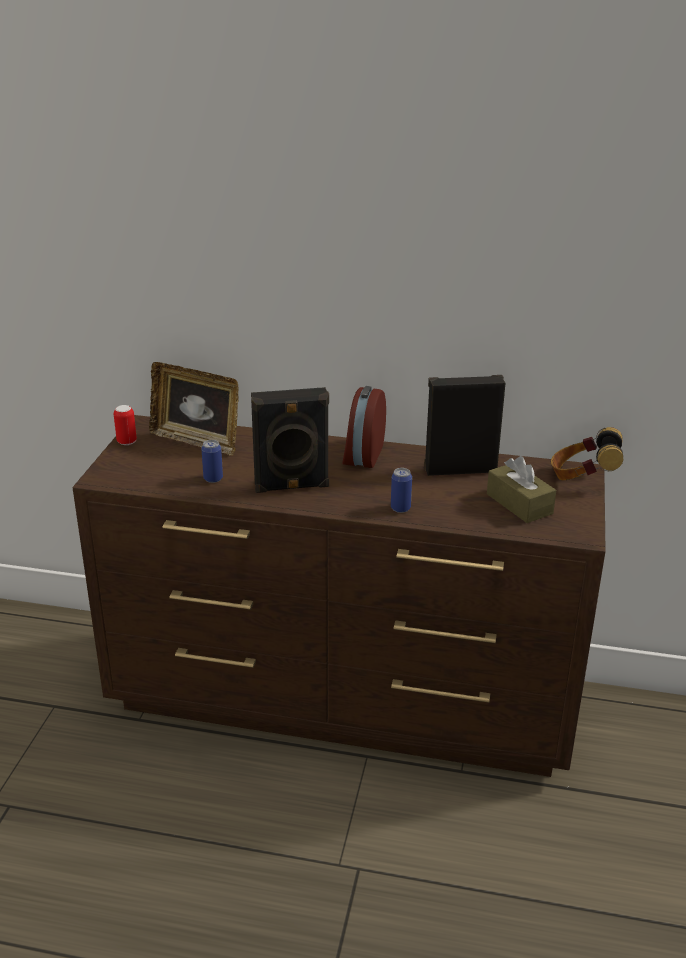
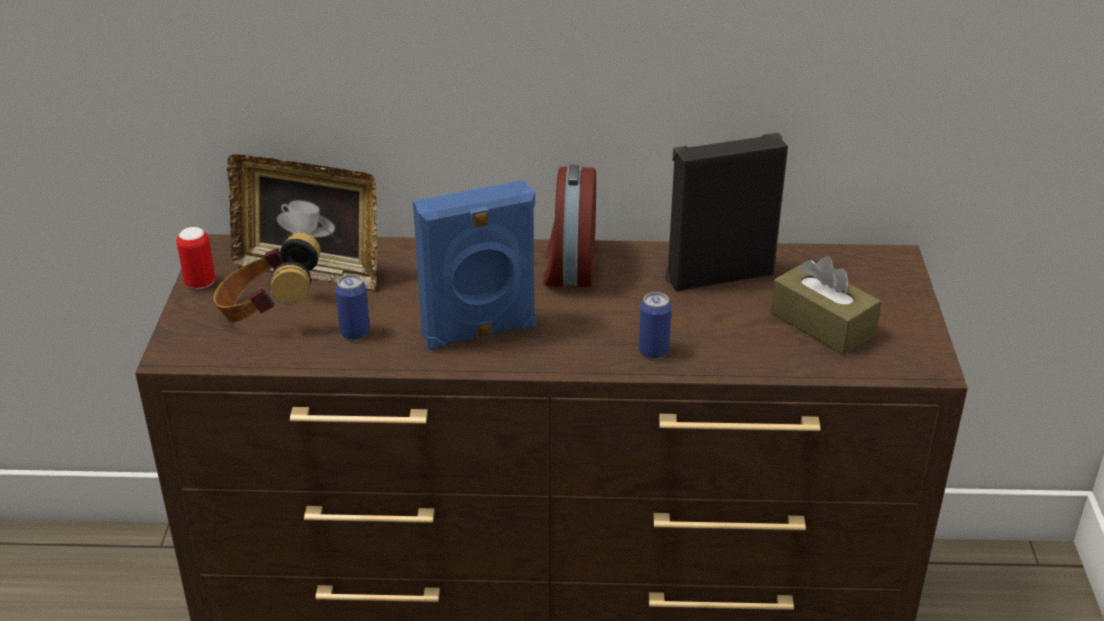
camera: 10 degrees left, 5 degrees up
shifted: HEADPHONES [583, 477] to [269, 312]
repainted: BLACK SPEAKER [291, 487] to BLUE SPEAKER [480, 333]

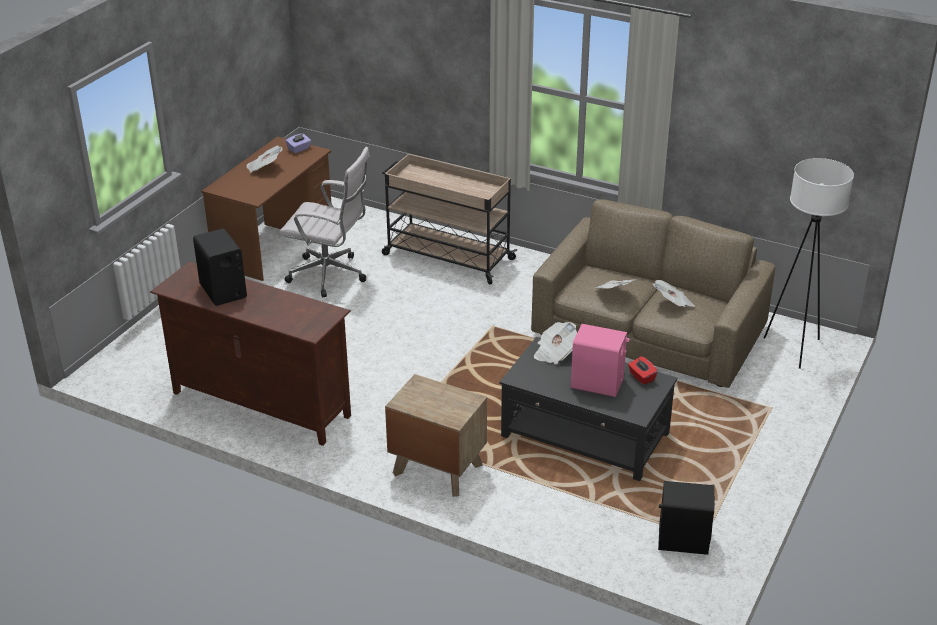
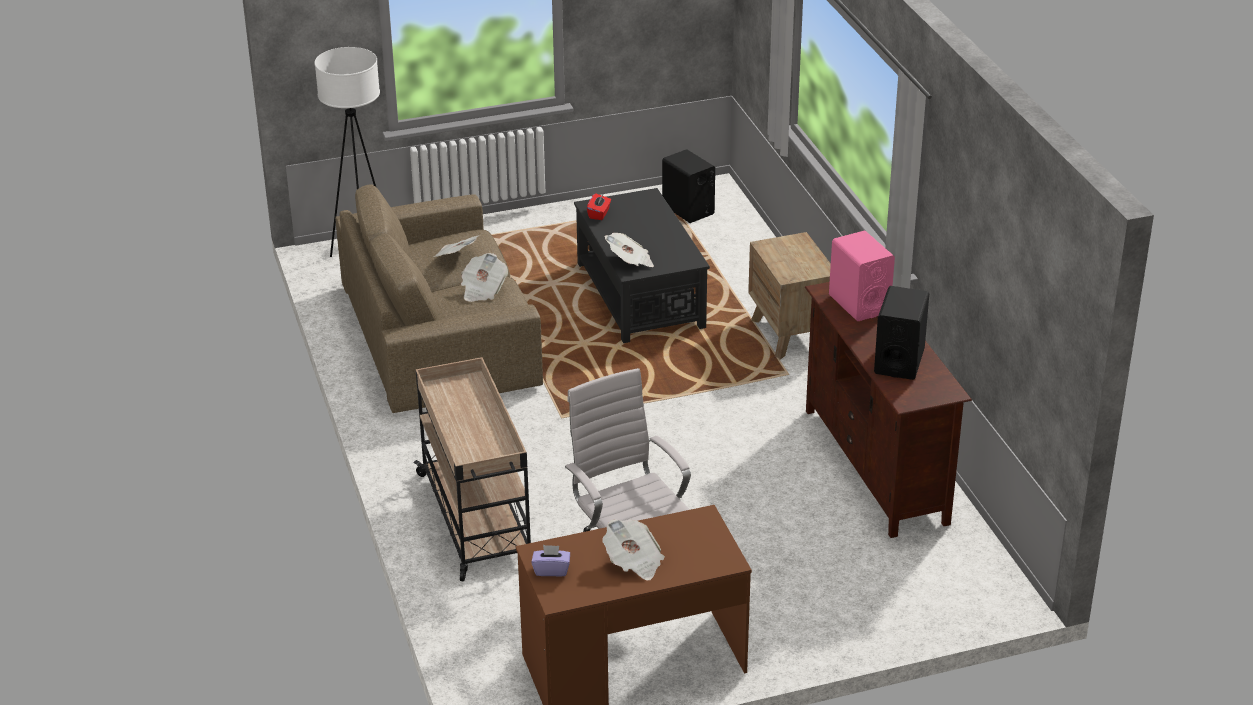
camera: 135 degrees left, 0 degrees up
shifted: PINK SPEAKER [597, 383] to [859, 304]

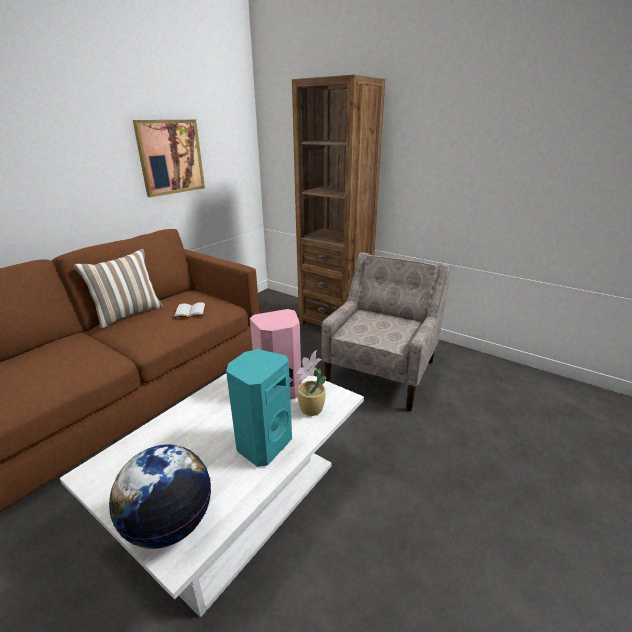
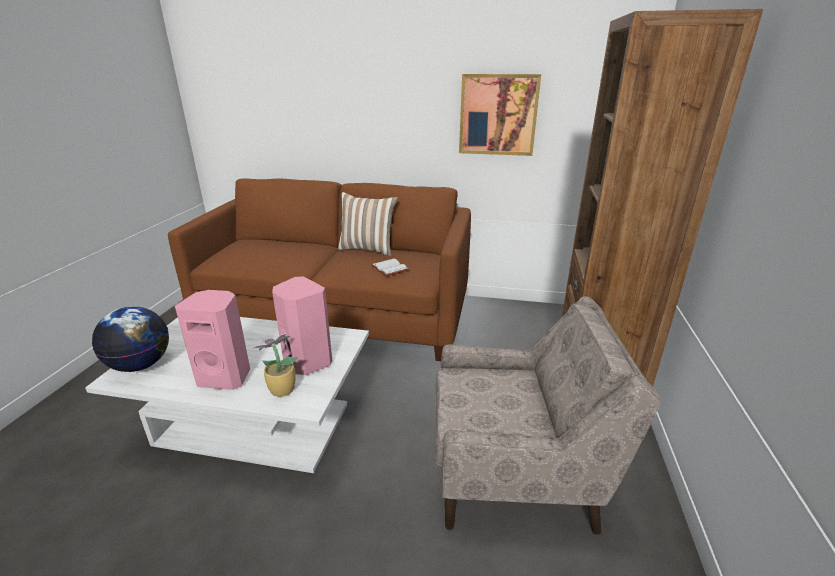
camera: 65 degrees right, 0 degrees up
repainted: TURQUOISE SPEAKER [262, 444] to PINK SPEAKER [226, 377]

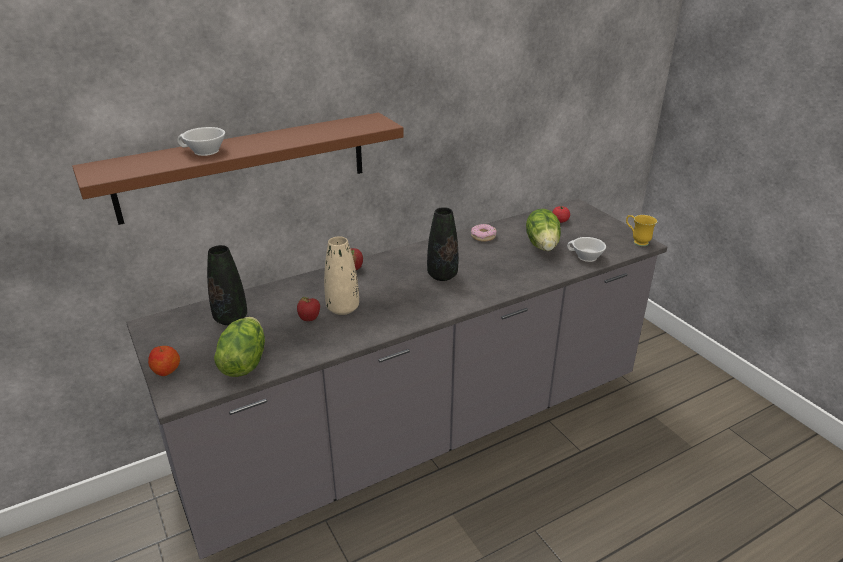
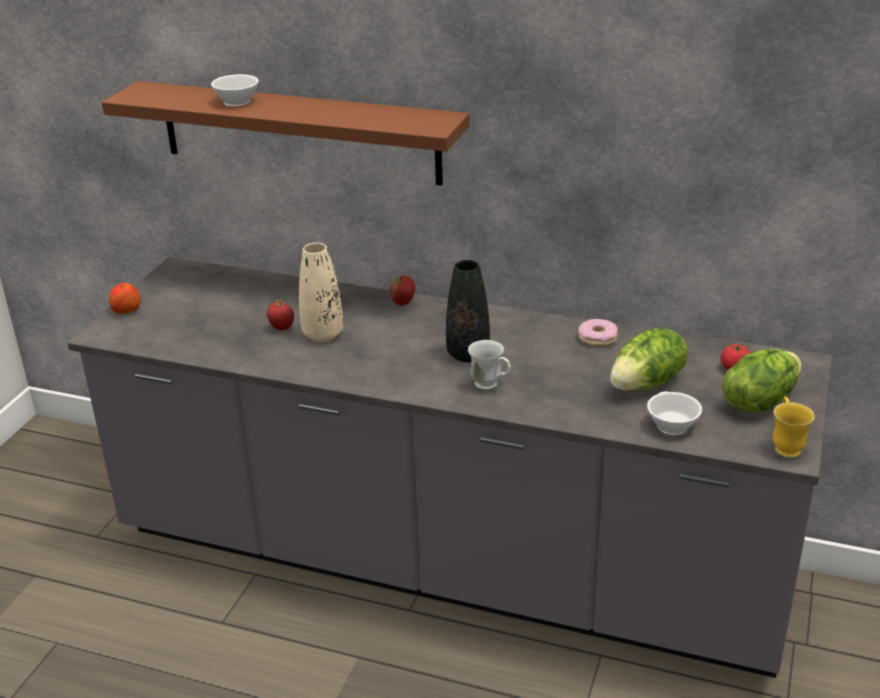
camera: 50 degrees right, 0 degrees up
gone: BLACK VASE [231, 319]
new: WHITE MUG [491, 386]
shifted: LETTUCE [243, 363] to [759, 401]

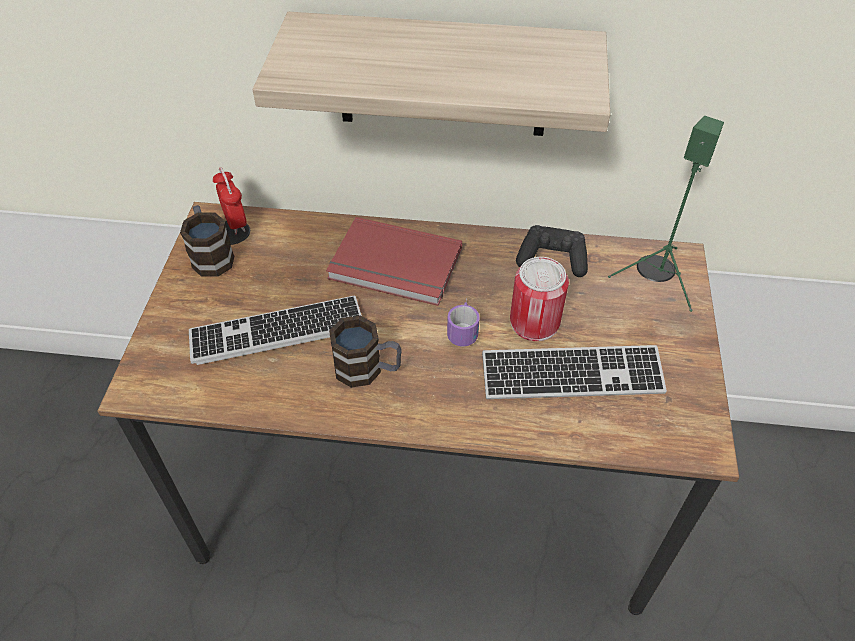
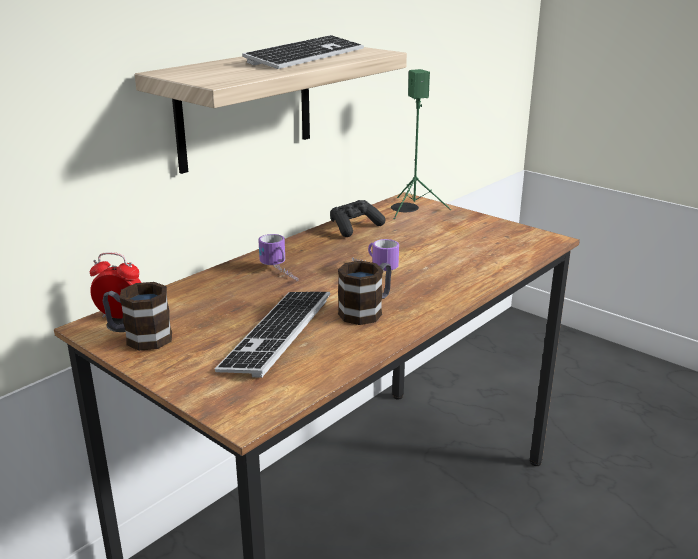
camera: 55 degrees left, 25 degrees down
gone: CAN [534, 322]
shifted: KEYBOARD [572, 375] to [306, 56]
swapped: RED BOOK [395, 267] to MUG [281, 273]

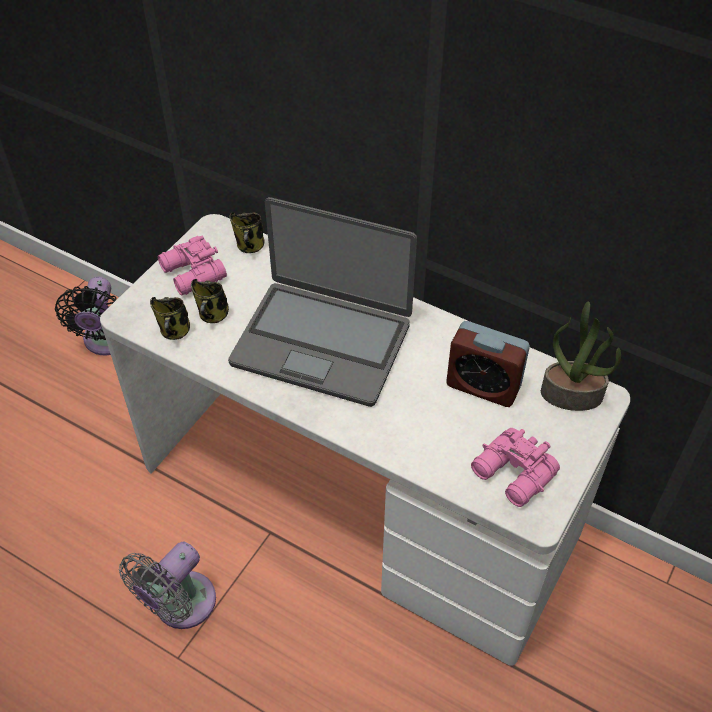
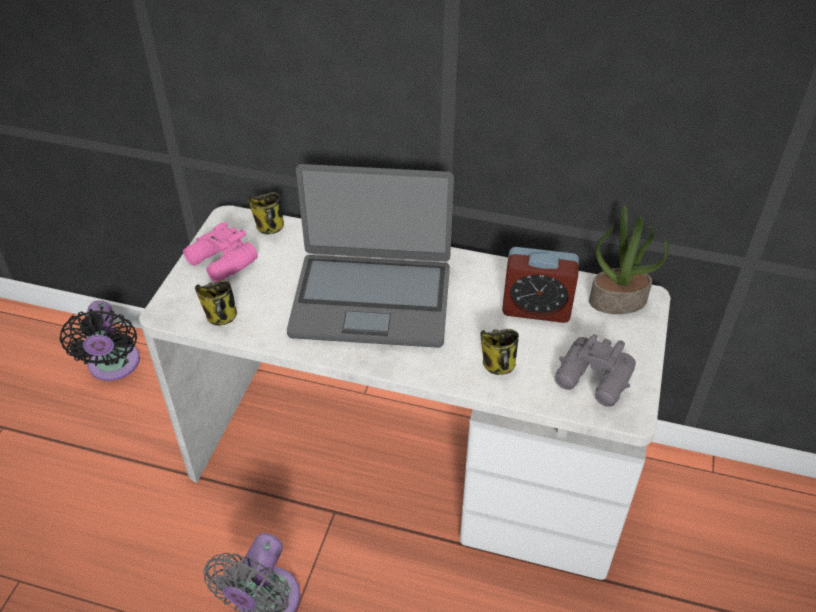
camera: 15 degrees left, 5 degrees down
shifted: MUG [213, 315] to [499, 366]
repainted: PINK BINOCULARS [513, 475] to GREY BINOCULARS [594, 380]

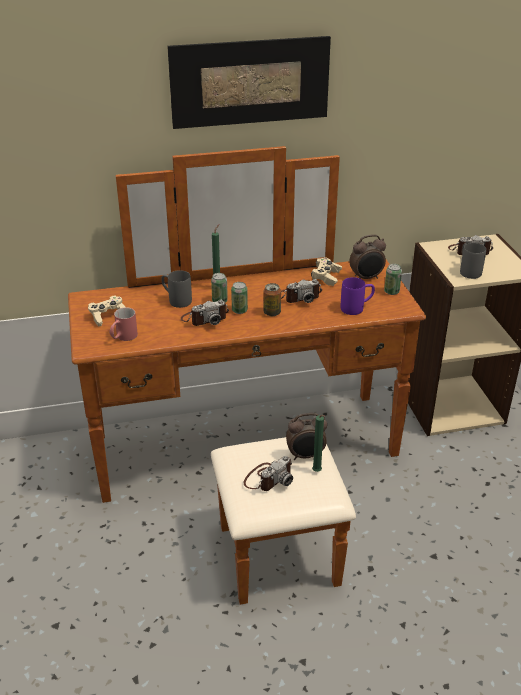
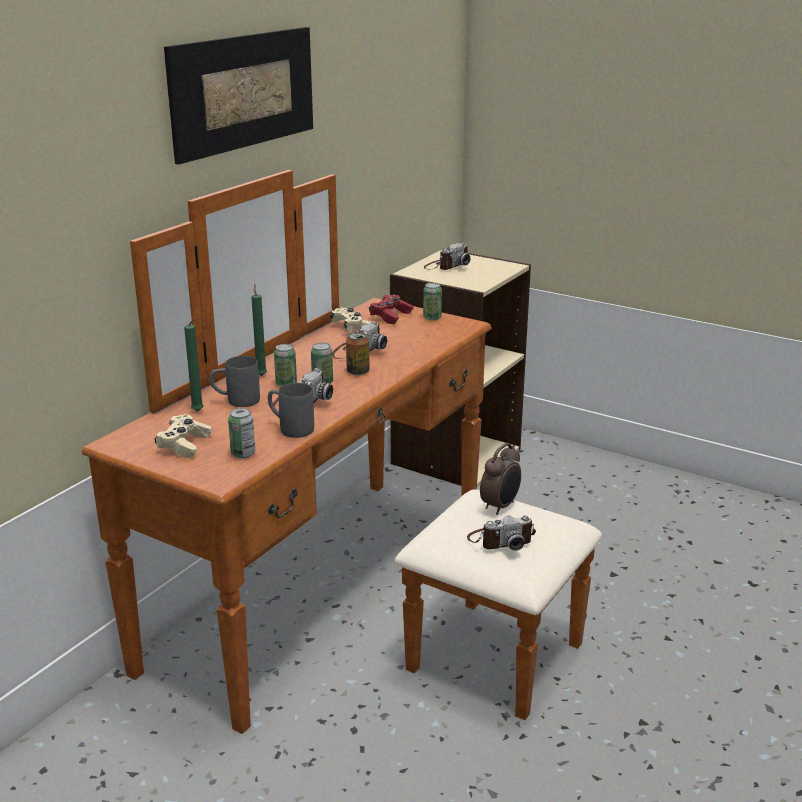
camera: 45 degrees left, 10 degrees down
gone: PURPLE MUG [357, 308]
shifted: GREY MUG [468, 270] to [290, 428]; GREEN CANDLE [317, 472] to [199, 411]
swapped: ALARM CLOCK [366, 278] to RED GAME CONTROLLER [390, 316]; RED MUG [123, 338] to CAN [243, 454]
rotated: PHOTO CAMERA [268, 478] = [501, 540] 75 degrees clockwise

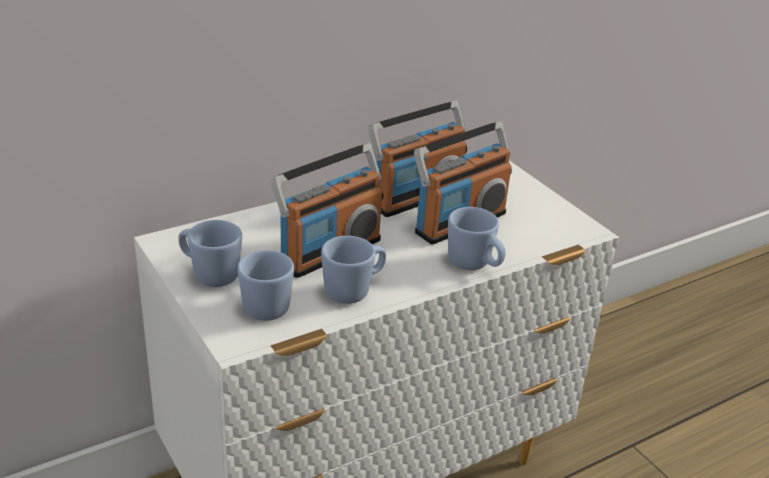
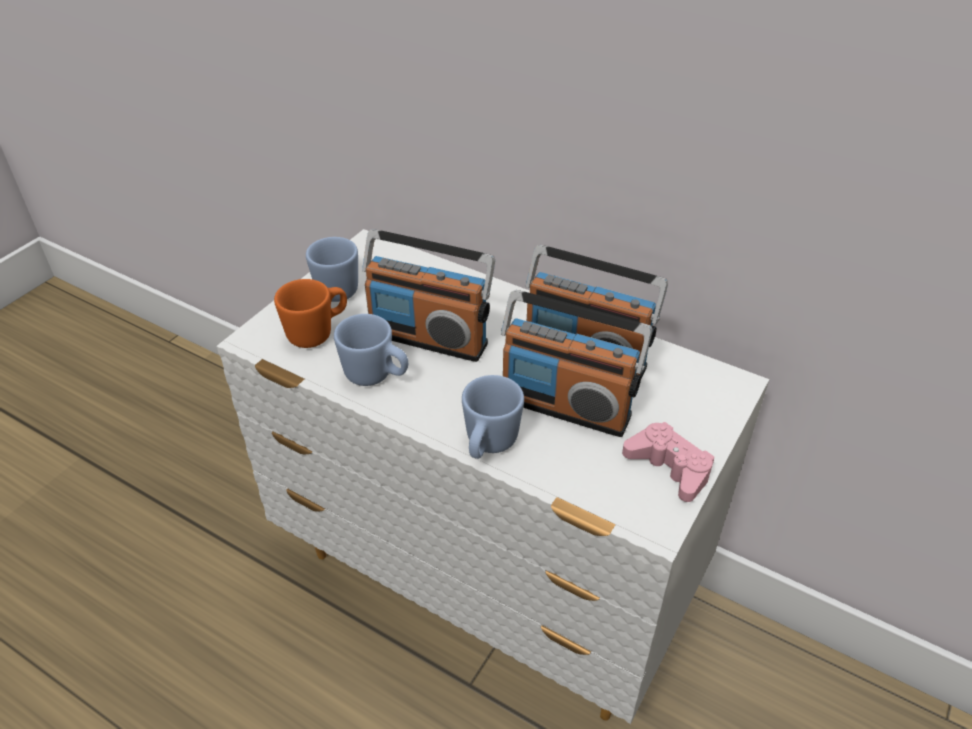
camera: 65 degrees right, 10 degrees up
new: PINK GAME CONTROLLER [669, 467]
repainted: BLUE MUG [266, 304] to ORANGE MUG [317, 333]

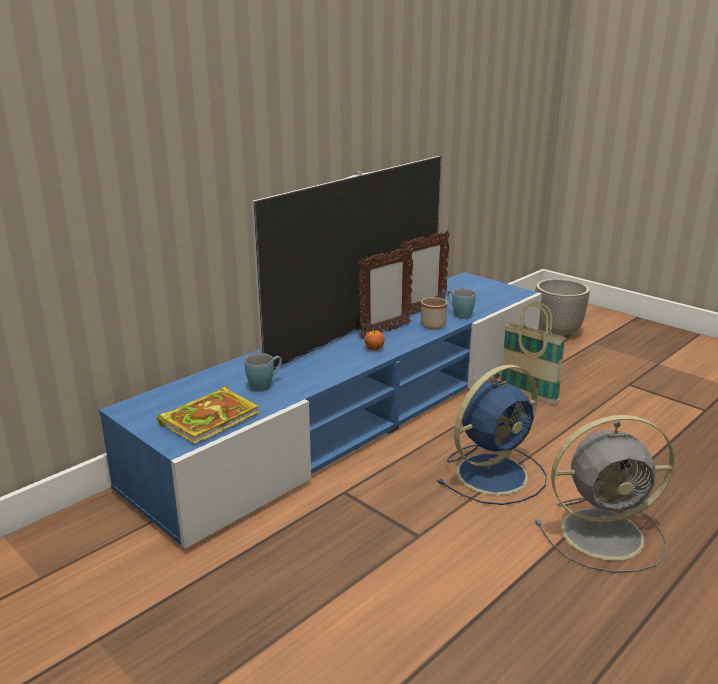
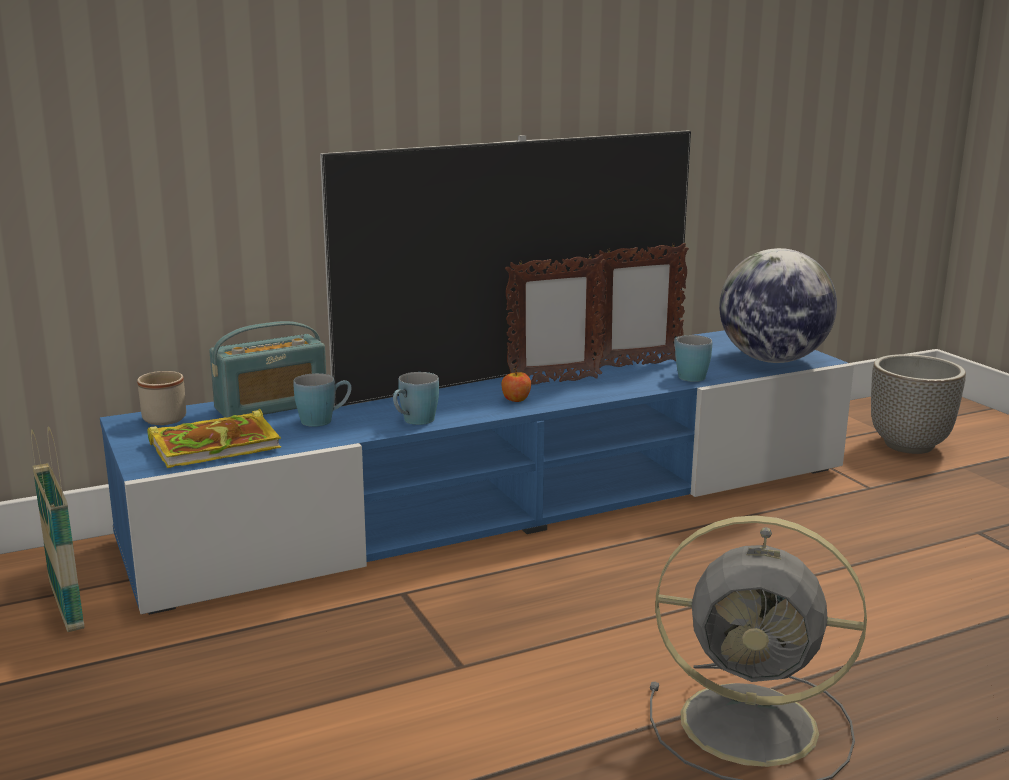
camera: 20 degrees right, 5 degrees down
gone: BLUE FAN [494, 473]
new: GLOBE [772, 360]; RADIO [271, 406]; BLUE MUG [414, 421]
shifted: BEIGE MUG [431, 324] to [167, 416]; BASKET [528, 395] to [66, 606]

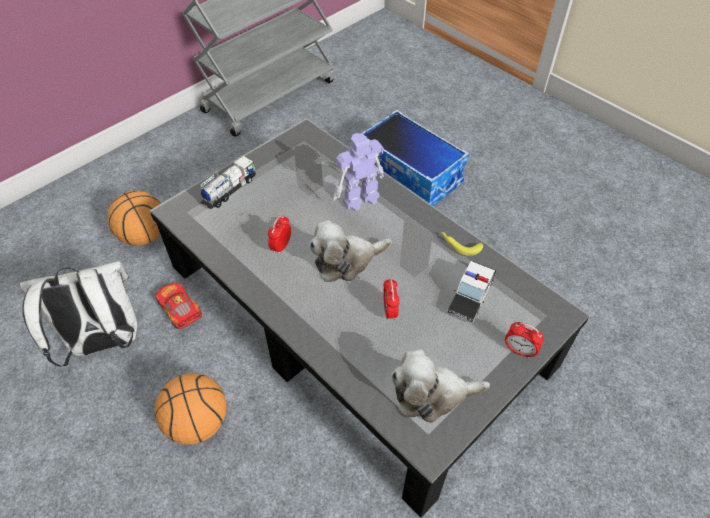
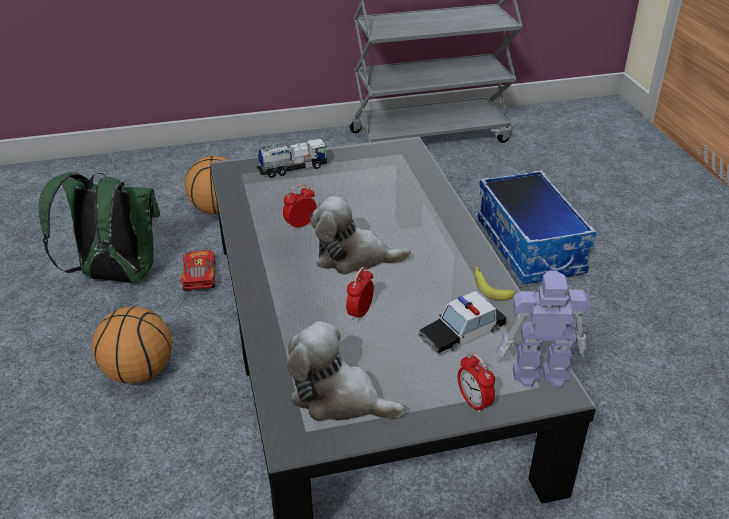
camera: 30 degrees right, 15 degrees down
shifted: TOY ROBOT [359, 199] to [538, 373]
repainted: WHITE BACKPACK [104, 342] to GREEN BACKPACK [115, 277]

